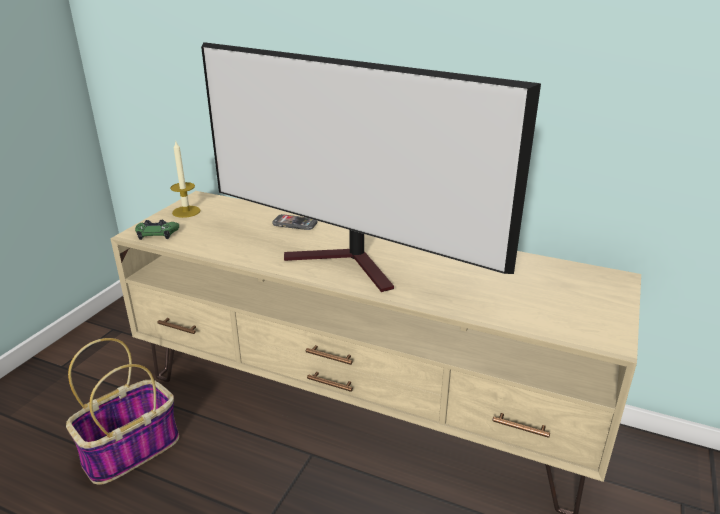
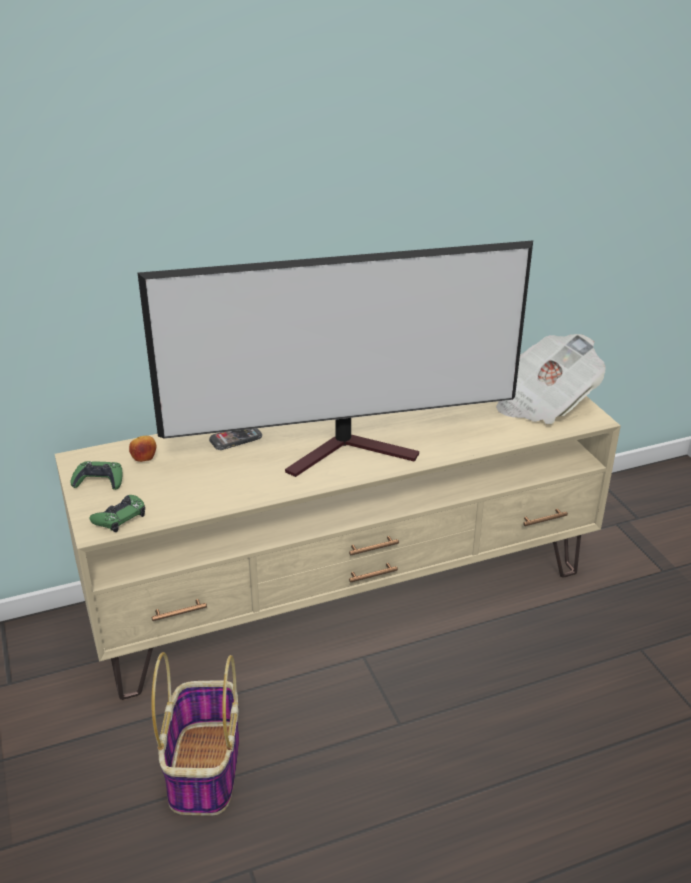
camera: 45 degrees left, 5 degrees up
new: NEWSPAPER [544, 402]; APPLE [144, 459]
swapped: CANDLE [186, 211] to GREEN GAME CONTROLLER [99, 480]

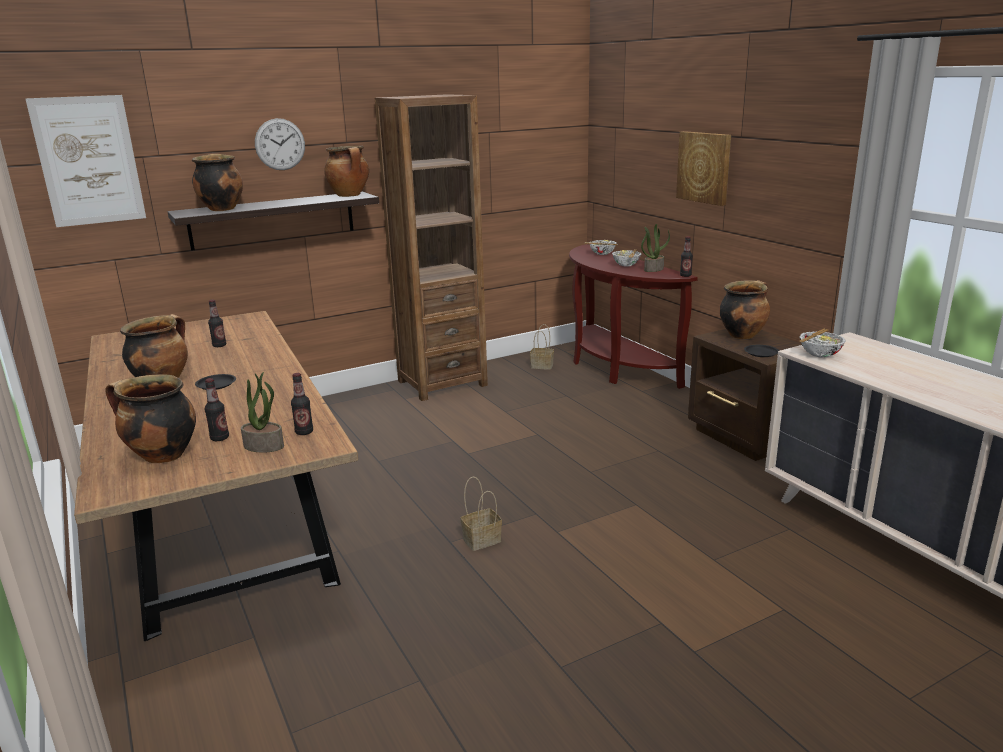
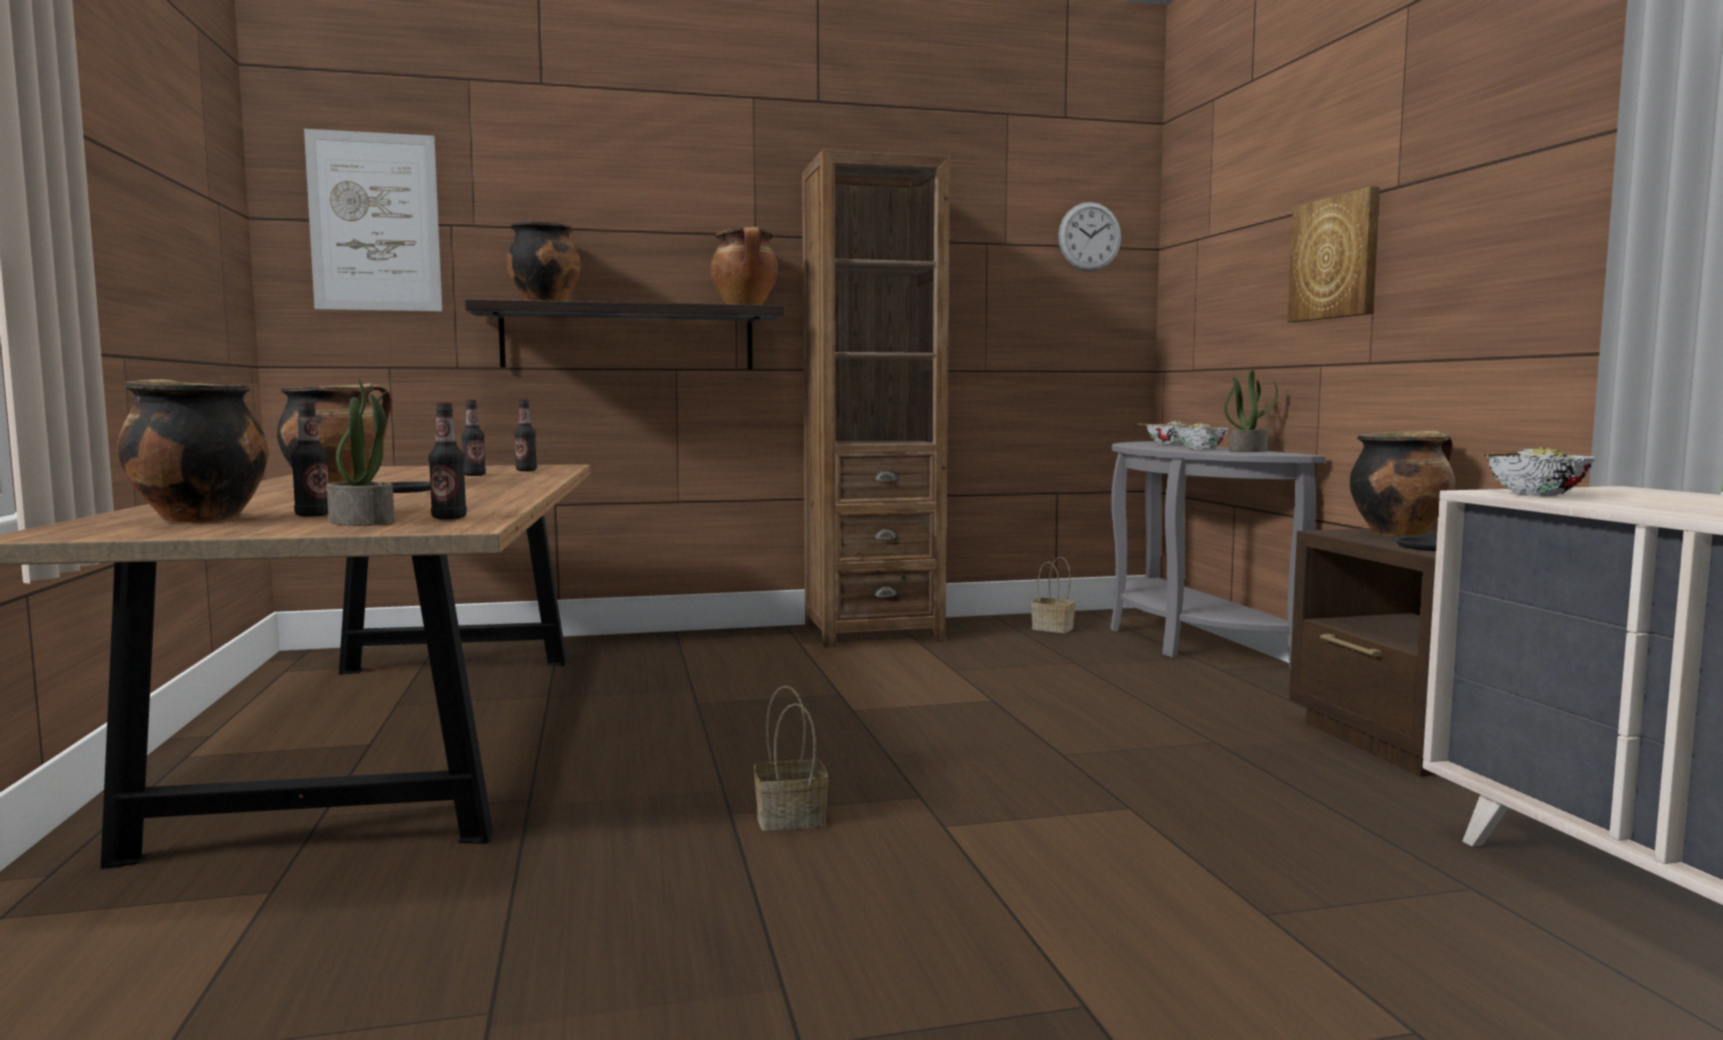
camera: 15 degrees right, 15 degrees down
shifted: WALL CLOCK [280, 144] to [1089, 236]; BOTTLE [685, 275] to [526, 470]
repainted: BROWN CONSOLE TABLE [615, 367] to GREY CONSOLE TABLE [1182, 639]

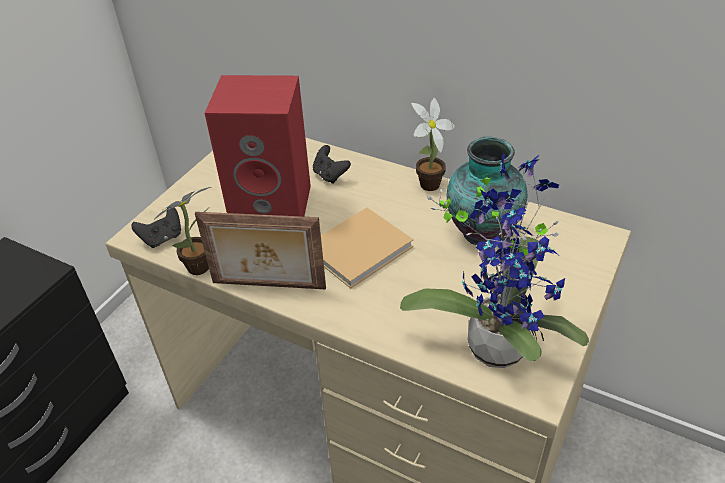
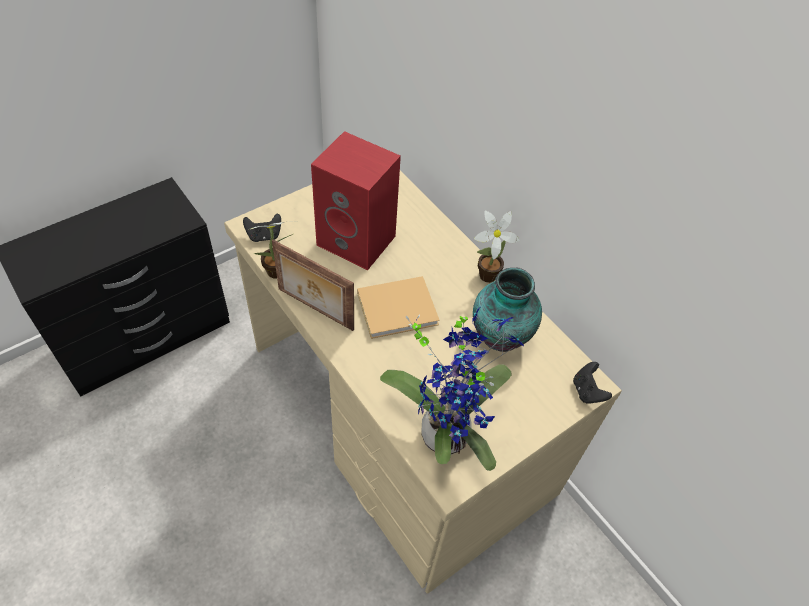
camera: 20 degrees right, 10 degrees up
shifted: BLACK GAME CONTROLLER [330, 175] to [587, 391]

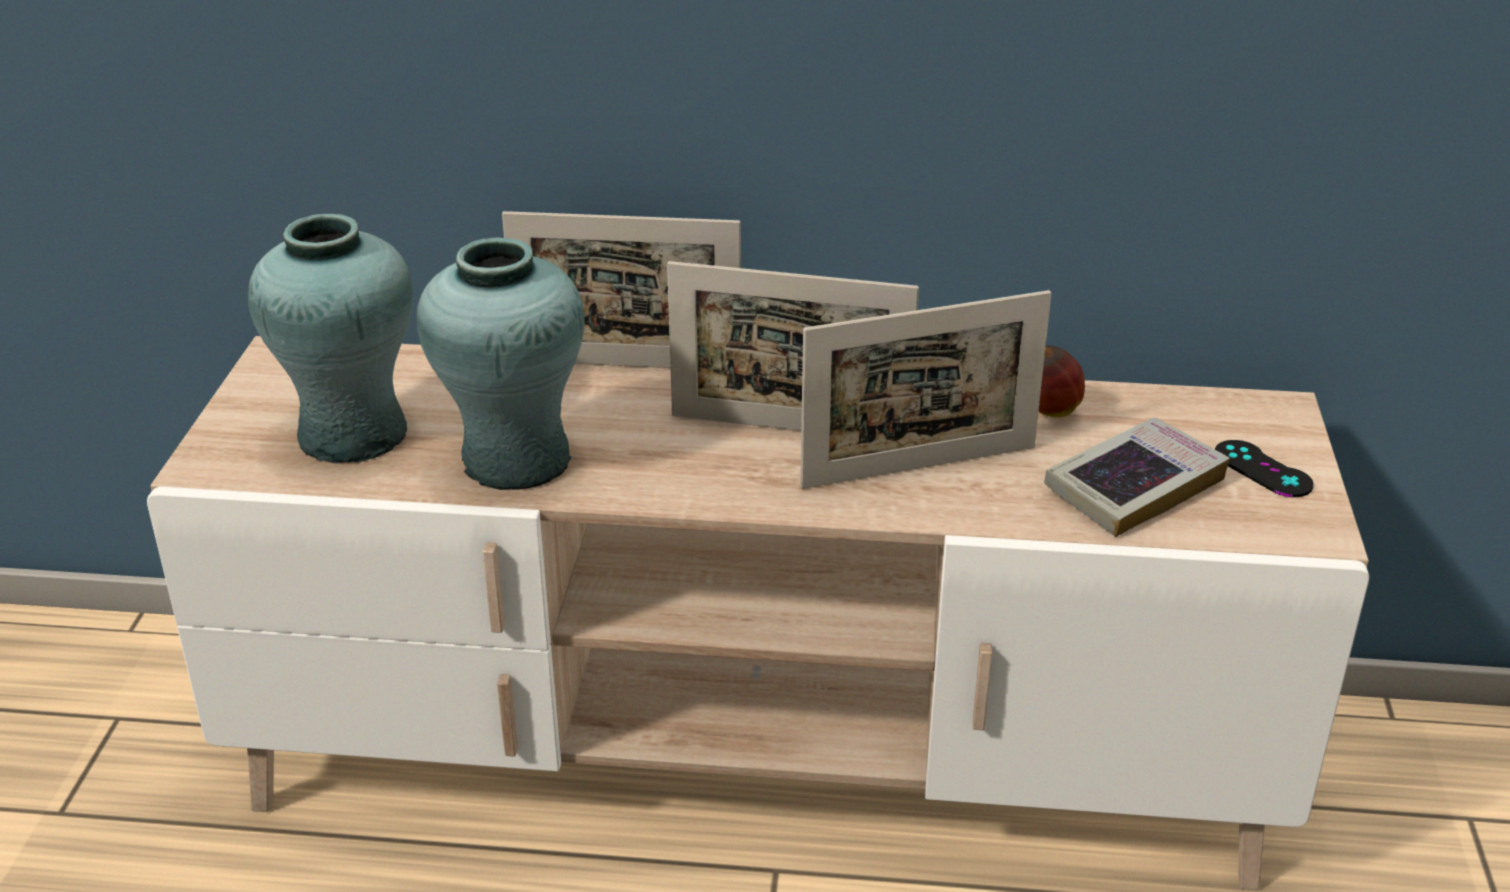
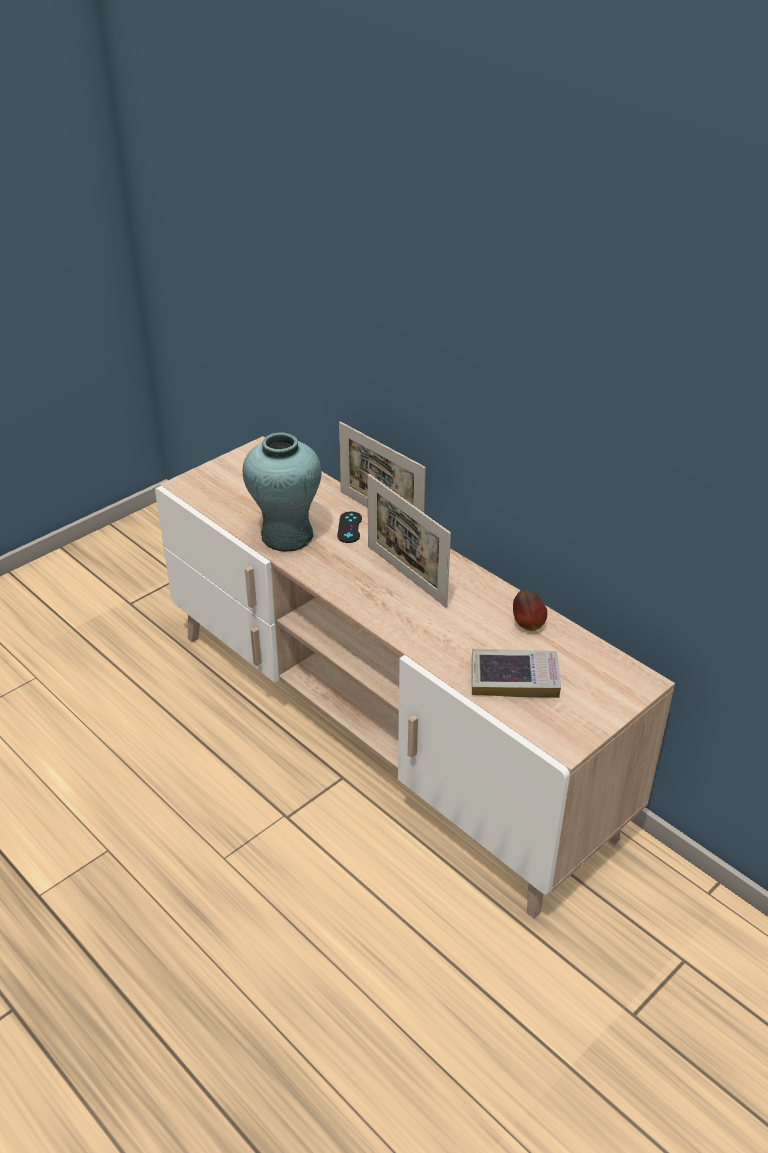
camera: 40 degrees right, 5 degrees up
gone: TURQUOISE VASE [351, 434]; PICTURE FRAME [919, 467]
shifted: BLACK GAME CONTROLLER [1262, 469] to [349, 527]

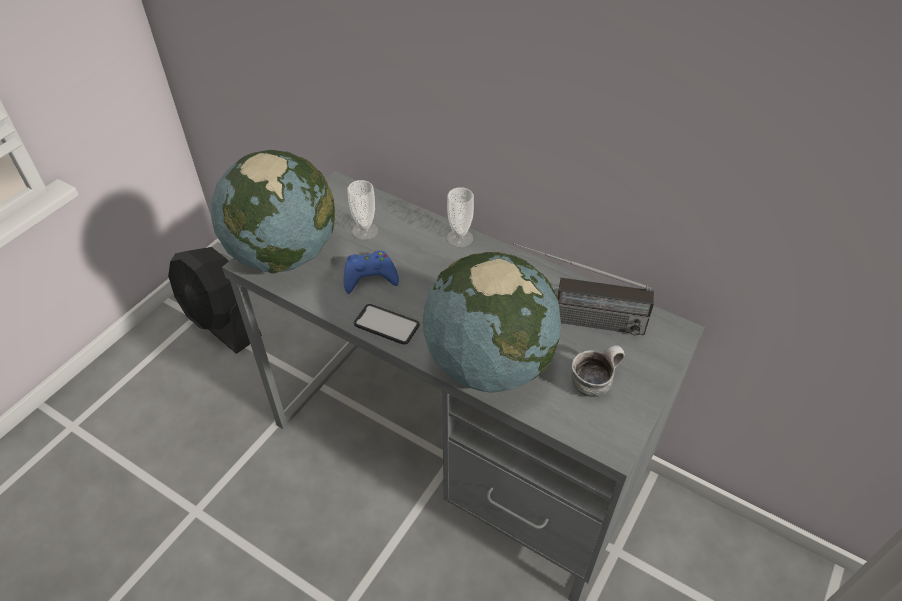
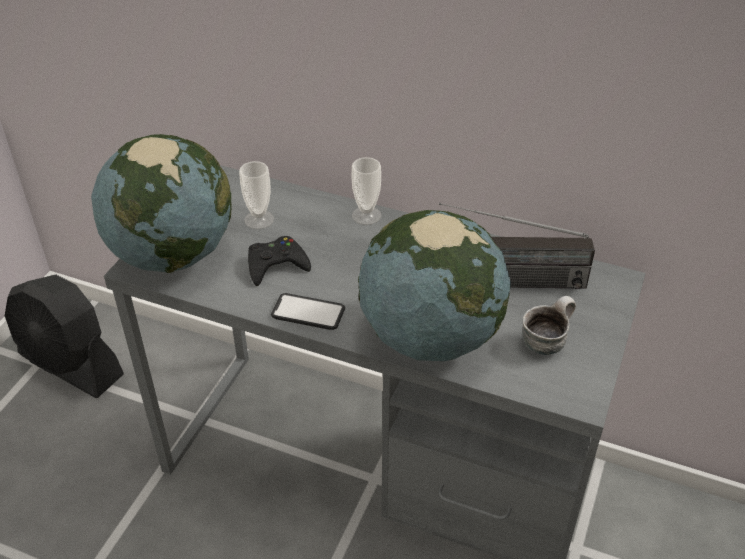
camera: 10 degrees left, 5 degrees down
repainted: BLUE GAME CONTROLLER [369, 276] to BLACK GAME CONTROLLER [276, 265]

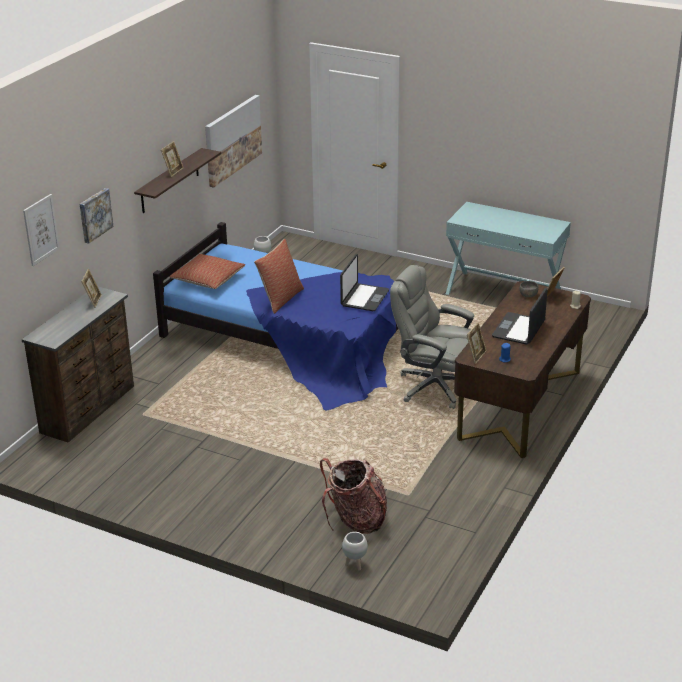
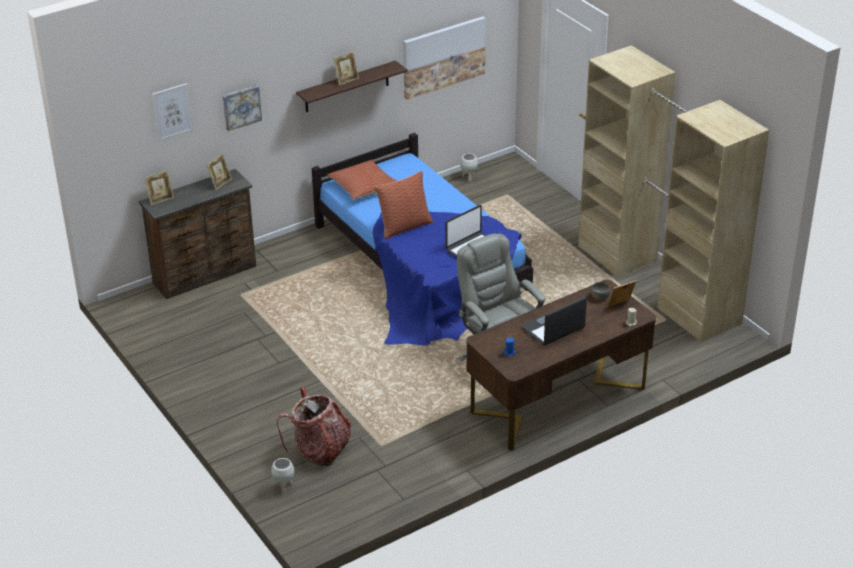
camera: 30 degrees right, 5 degrees up
shifted: PICTURE FRAME [476, 356] to [160, 199]
swapped: TURQUOISE CONSOLE TABLE [504, 293] to BEIGE WARDROBE [658, 284]

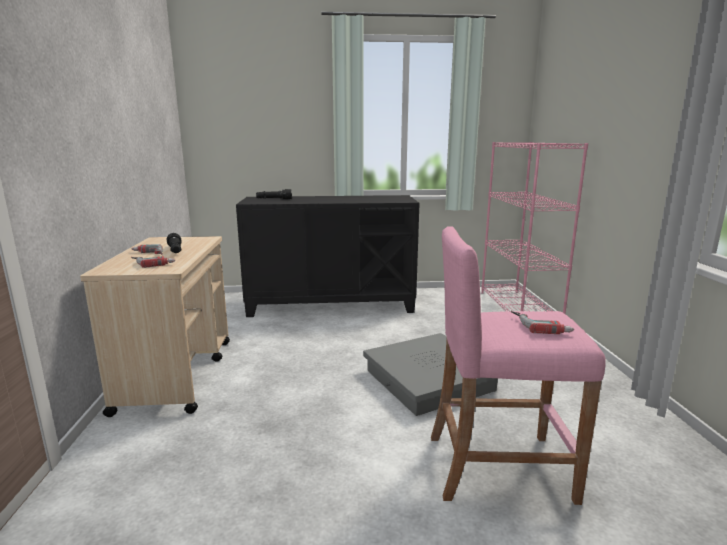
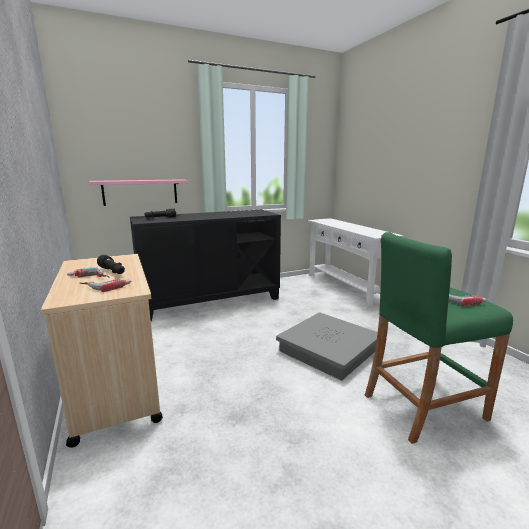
camera: 20 degrees left, 0 degrees up
new: PINK SHELF [140, 192]
swapped: PINK BOOKCASE [518, 309] to WHITE CONSOLE TABLE [345, 287]
repainted: PINK STOOL [498, 466] to GREEN STOOL [423, 406]

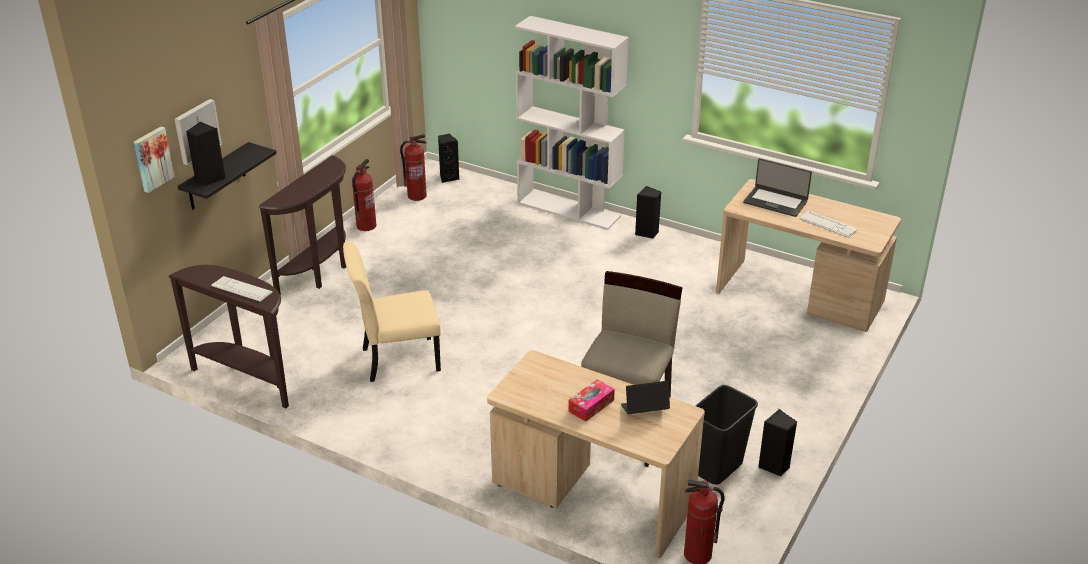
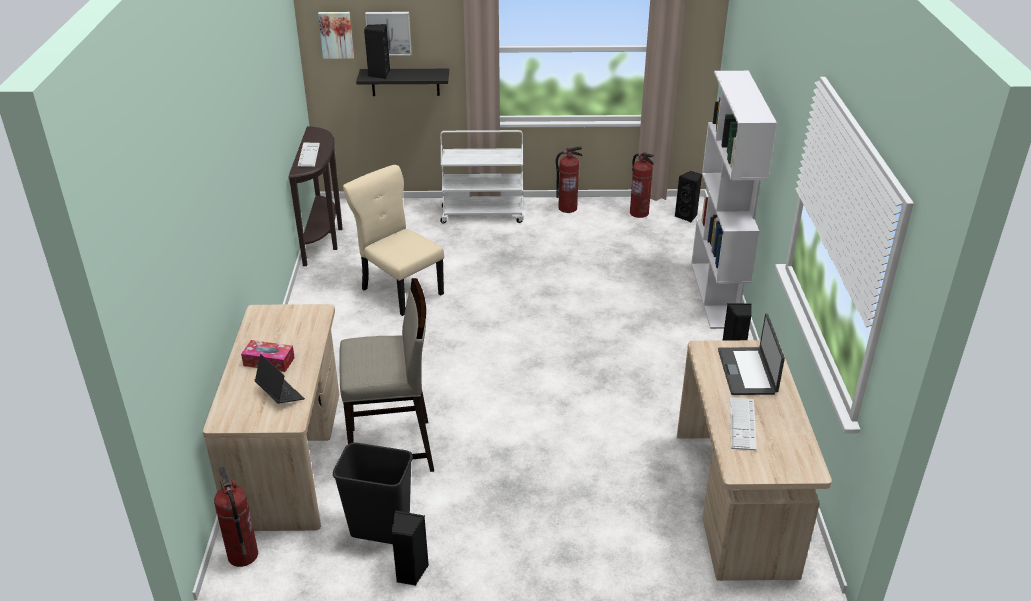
camera: 60 degrees right, 0 degrees up
swapped: BROWN CONSOLE TABLE [321, 272] to WHITE CART [483, 214]

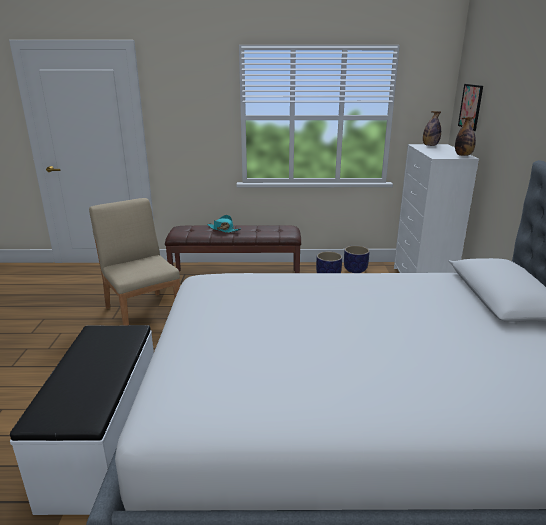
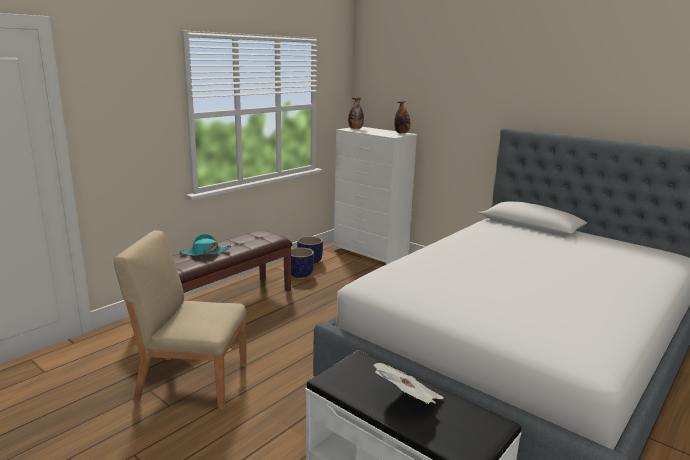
camera: 50 degrees left, 5 degrees down
gone: PICTURE [470, 106]
new: NEWSPAPER [407, 400]

